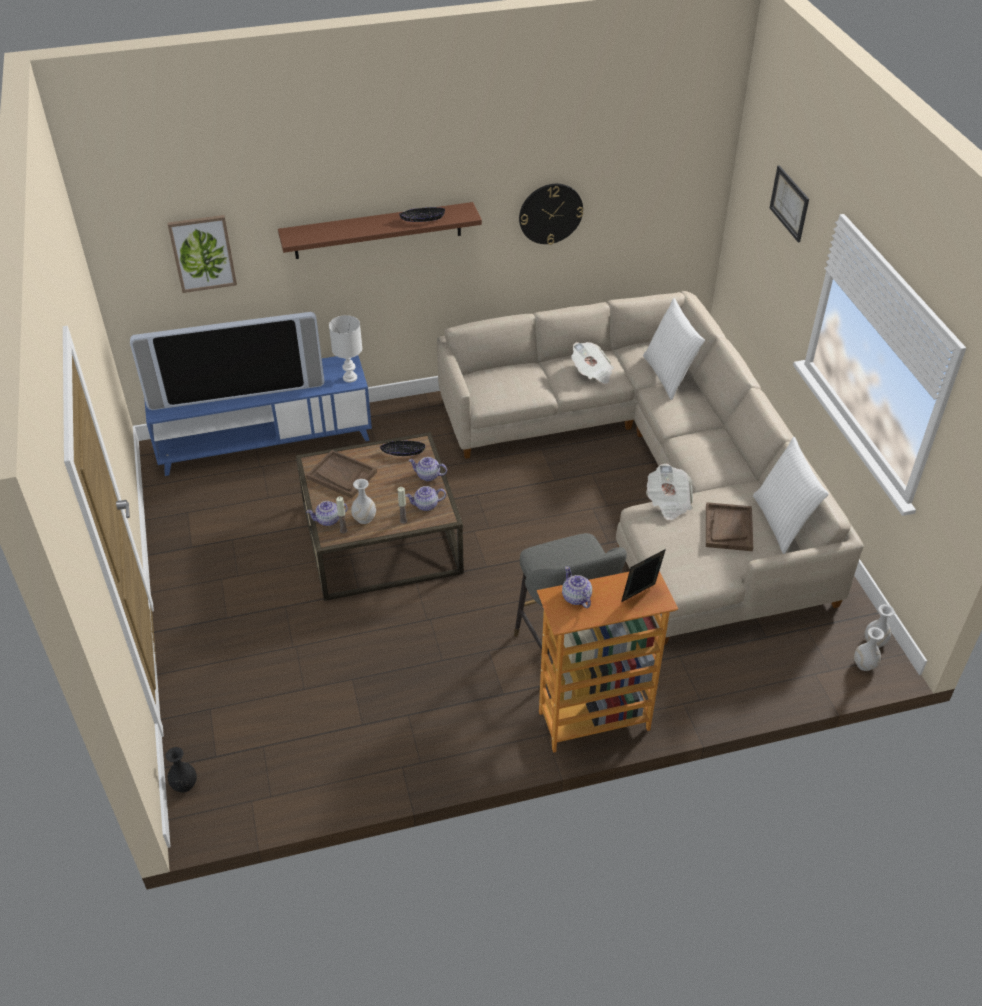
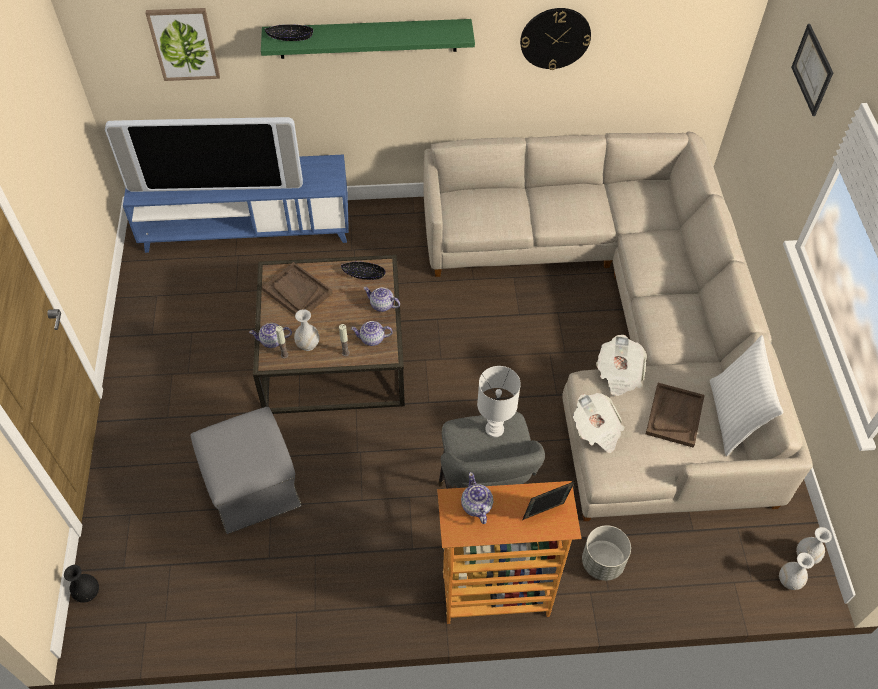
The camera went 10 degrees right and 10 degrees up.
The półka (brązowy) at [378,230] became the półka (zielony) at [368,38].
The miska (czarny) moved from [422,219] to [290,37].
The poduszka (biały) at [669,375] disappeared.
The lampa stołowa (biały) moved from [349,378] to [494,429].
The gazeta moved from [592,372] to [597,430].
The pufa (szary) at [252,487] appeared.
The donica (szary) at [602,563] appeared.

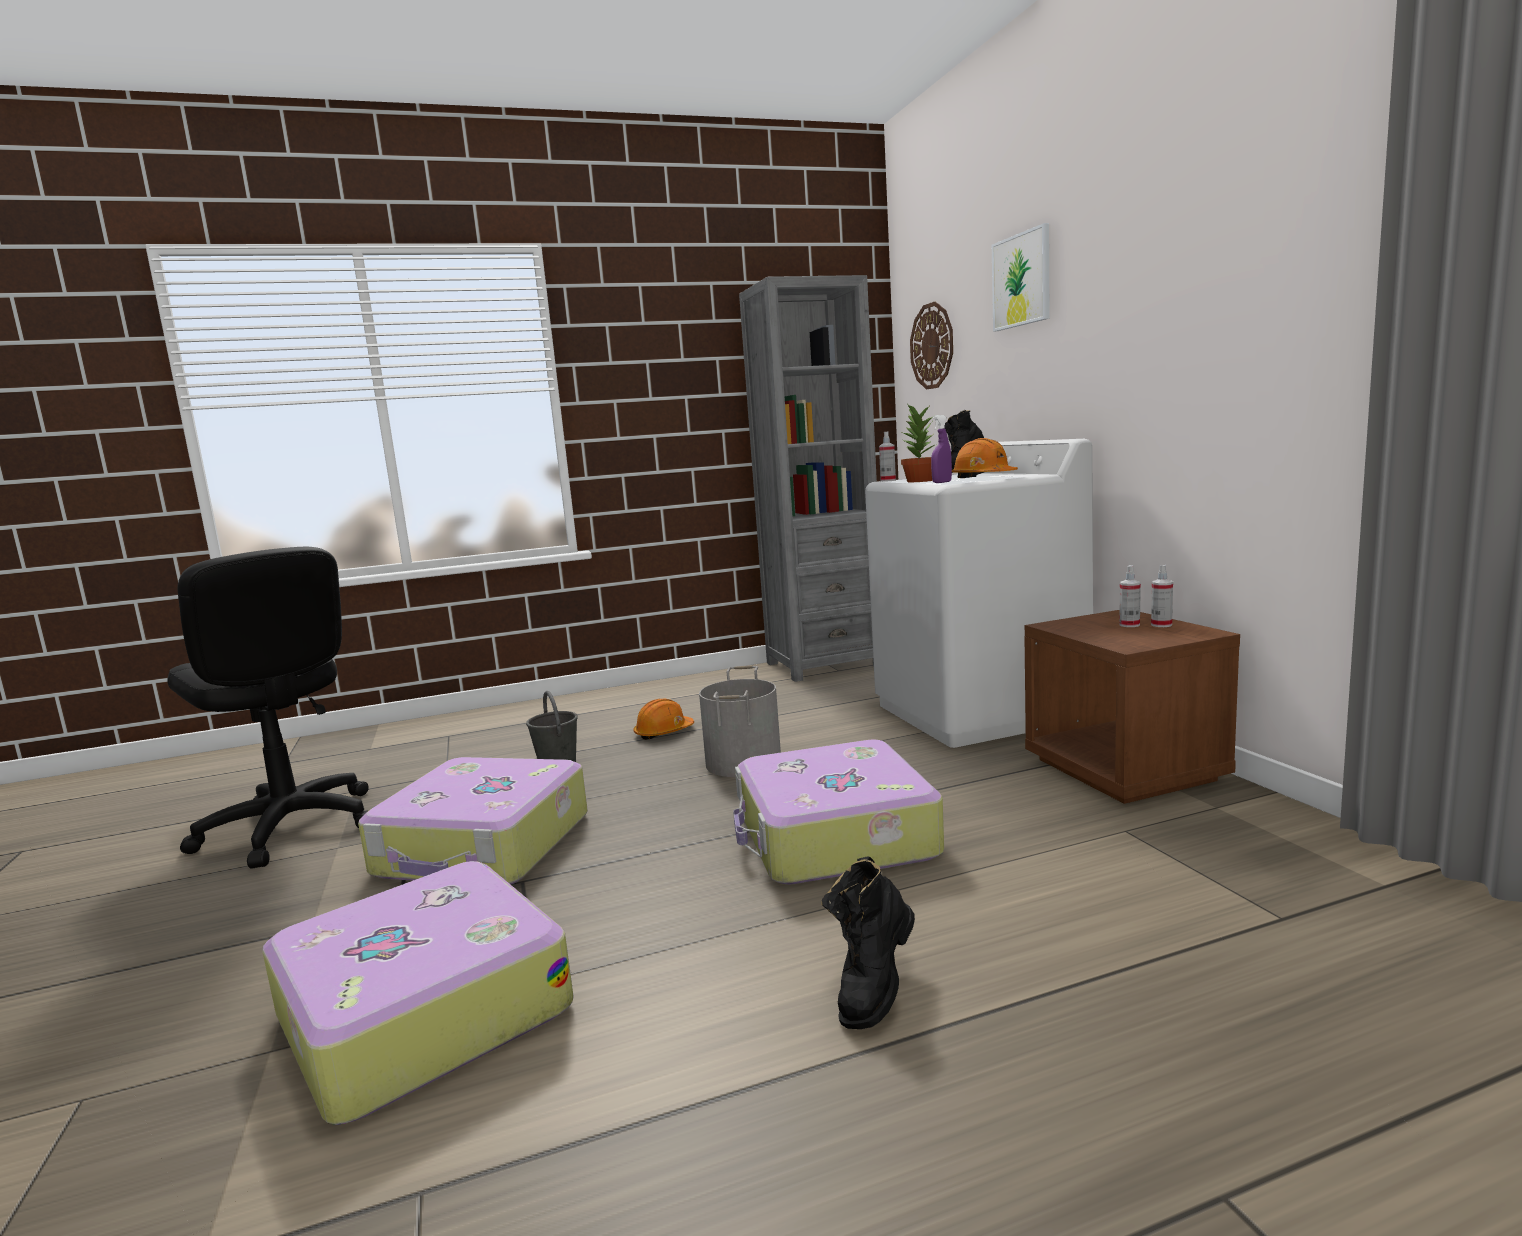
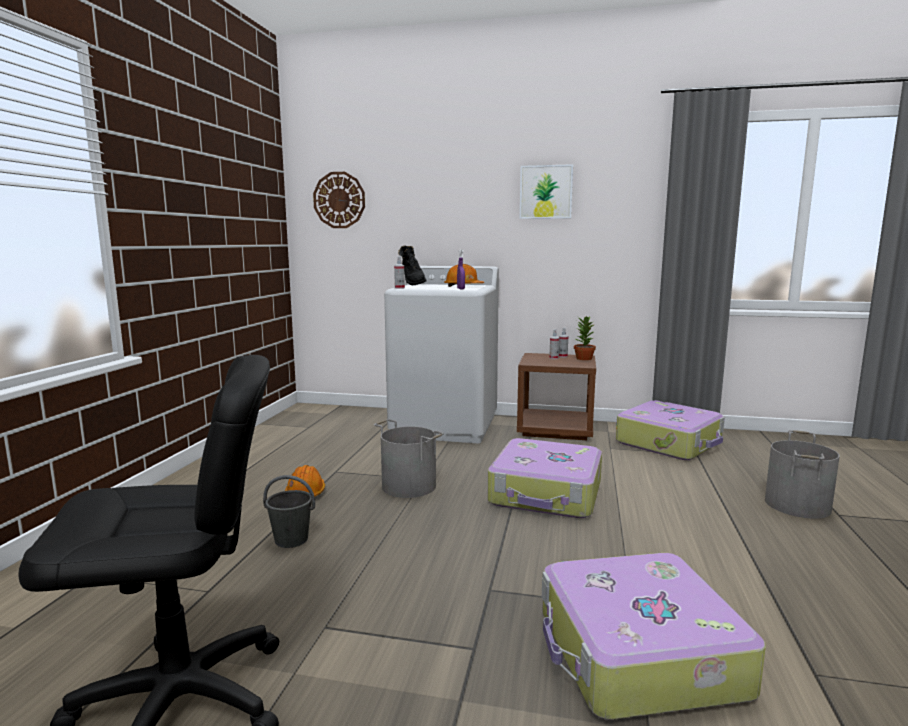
The camera went 60 degrees left and 0 degrees up.
The obraz moved from [1021,280] to [546,192].
The regał (szary) at [824,664] disappeared.
The roślina doniczkowa moved from [919,481] to [583,358].
The walizka moved from [484,846] to [669,442].
The but z cholewką (czarny) at [874,988] disappeared.
The wiadro (szary) at [798,505] appeared.

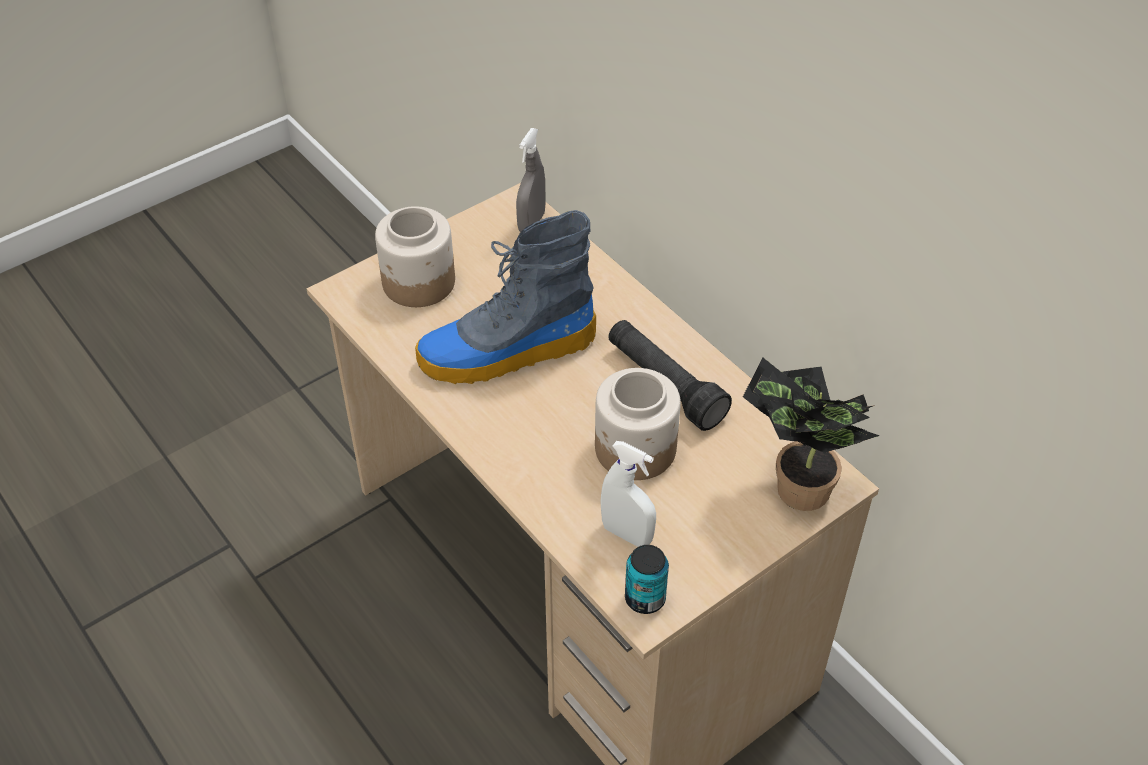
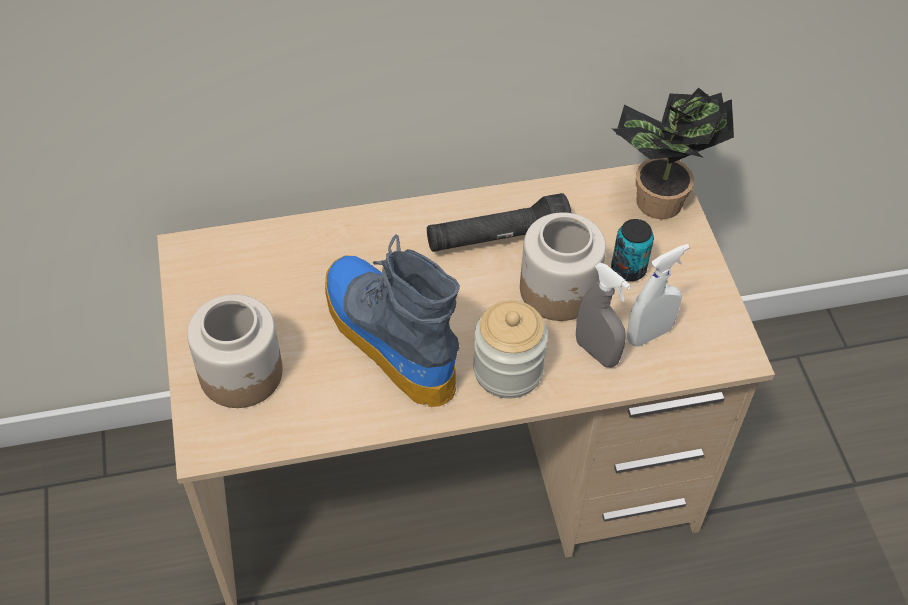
The camera went 65 degrees left and 5 degrees up.
The spryskiwacz (szary) moved from [531,223] to [596,352].
The but z cholewką at [506,353] turned 135 degrees clockwise.
The puszka moved from [645,598] to [628,269].
The słoik at [508,370] appeared.

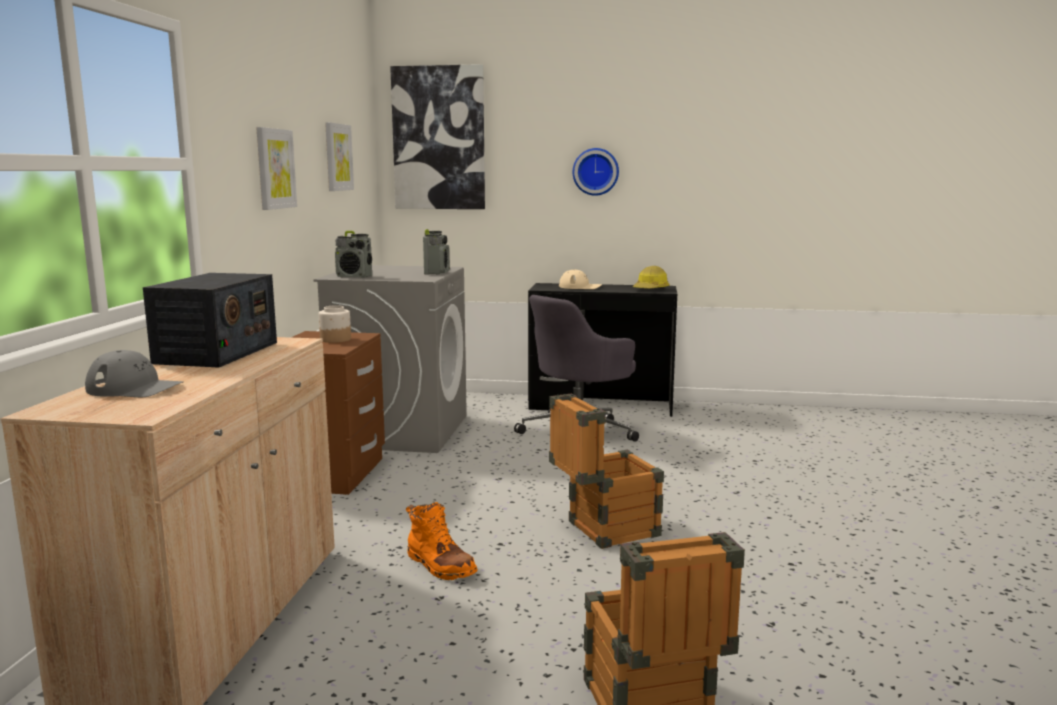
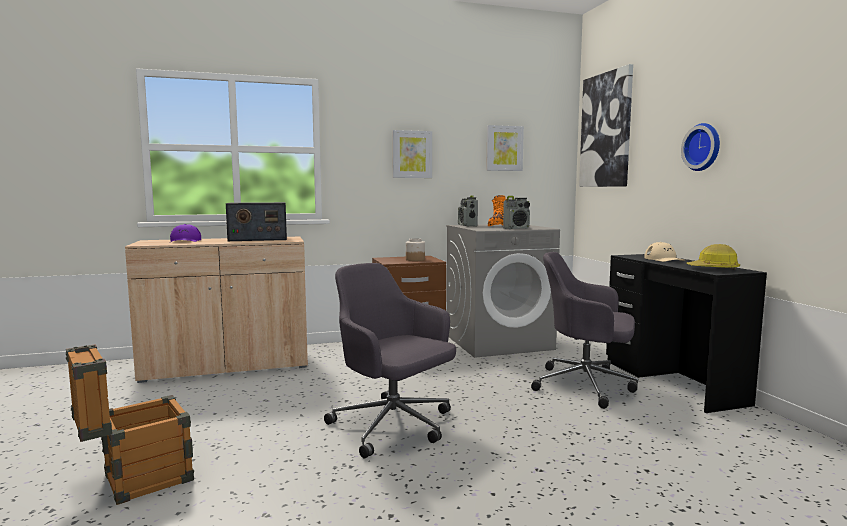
The camera went 65 degrees right and 5 degrees down.
The czapka z daszkiem (szary) at [135,388] became the czapka z daszkiem (fioletowy) at [185,241].
The skrzynka at [603,530] was replaced by the krzesło biurowe (szary) at [393,426].
The but z cholewką (pomarańczowy) moved from [440,566] to [498,226].

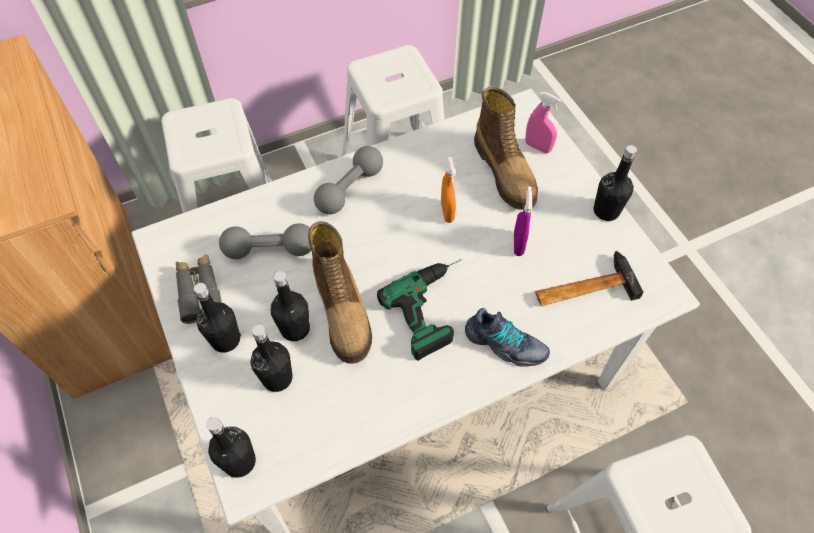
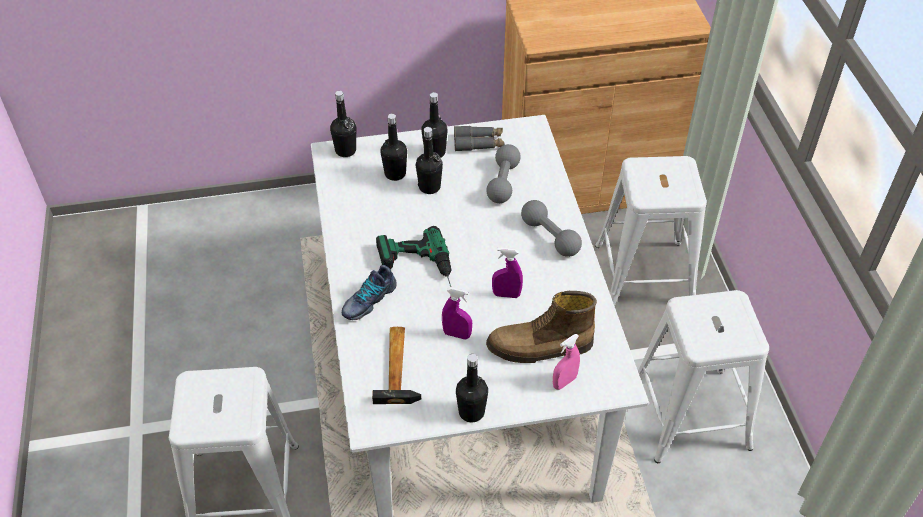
The camera went 105 degrees right and 10 degrees down.
The spryskiwacz (pomarańczowy) at [447,212] became the spryskiwacz (fioletowy) at [506,294].
The but z cholewką at [343,311] disappeared.

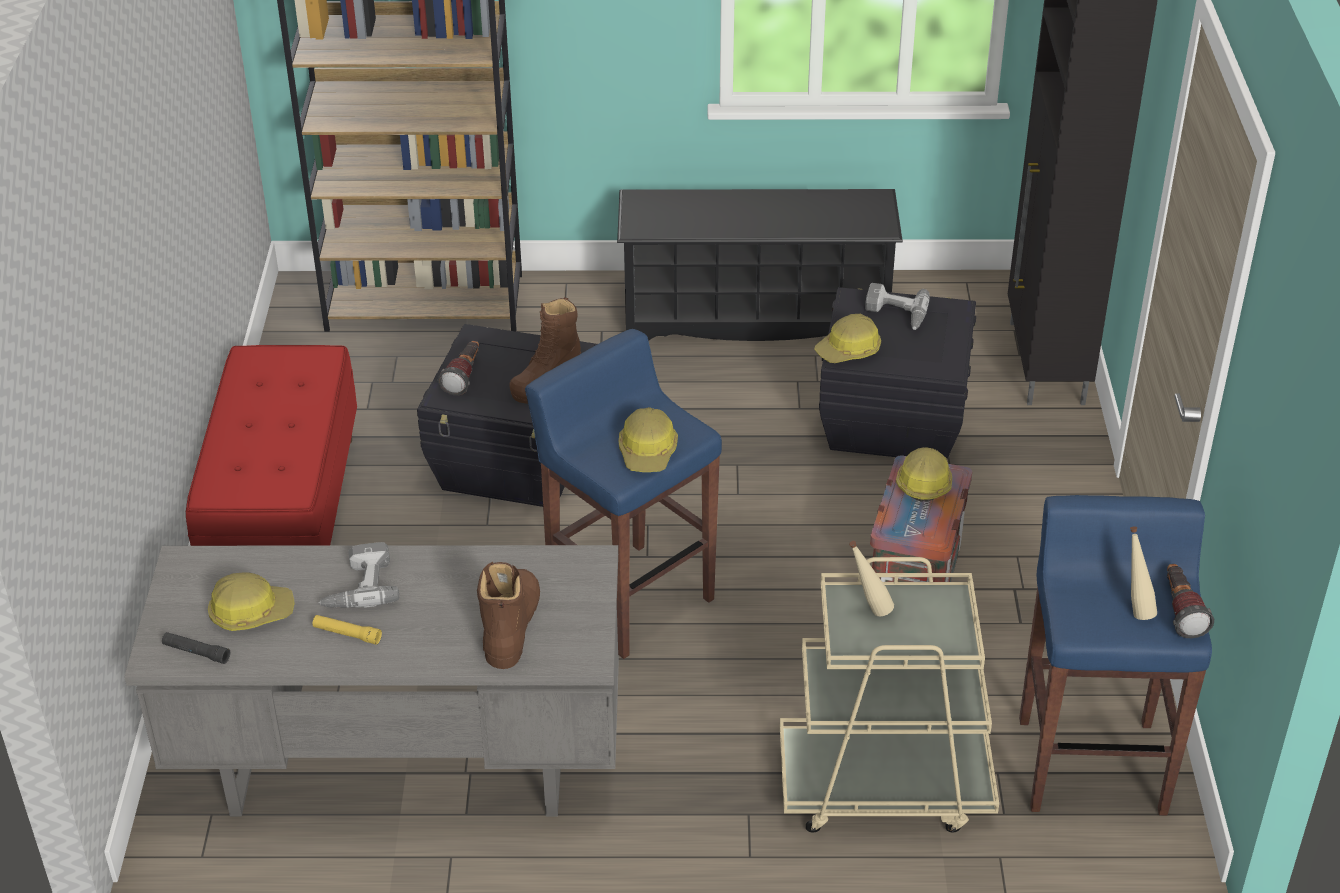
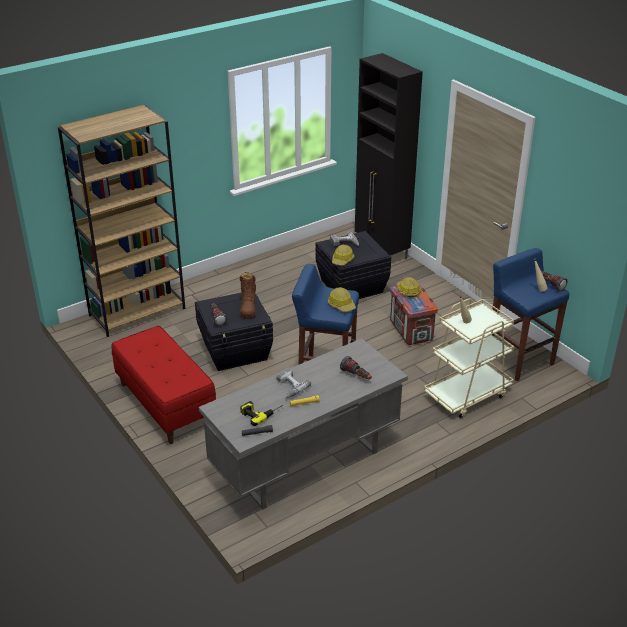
The camera went 35 degrees left and 5 degrees down.
The regał na buty (czarny) at [756,316] disappeared.
The but z cholewką (brązowy) at [511,625] was replaced by the latarka at [356,376].
The kask at [251,612] was replaced by the wiertarka at [260,412].

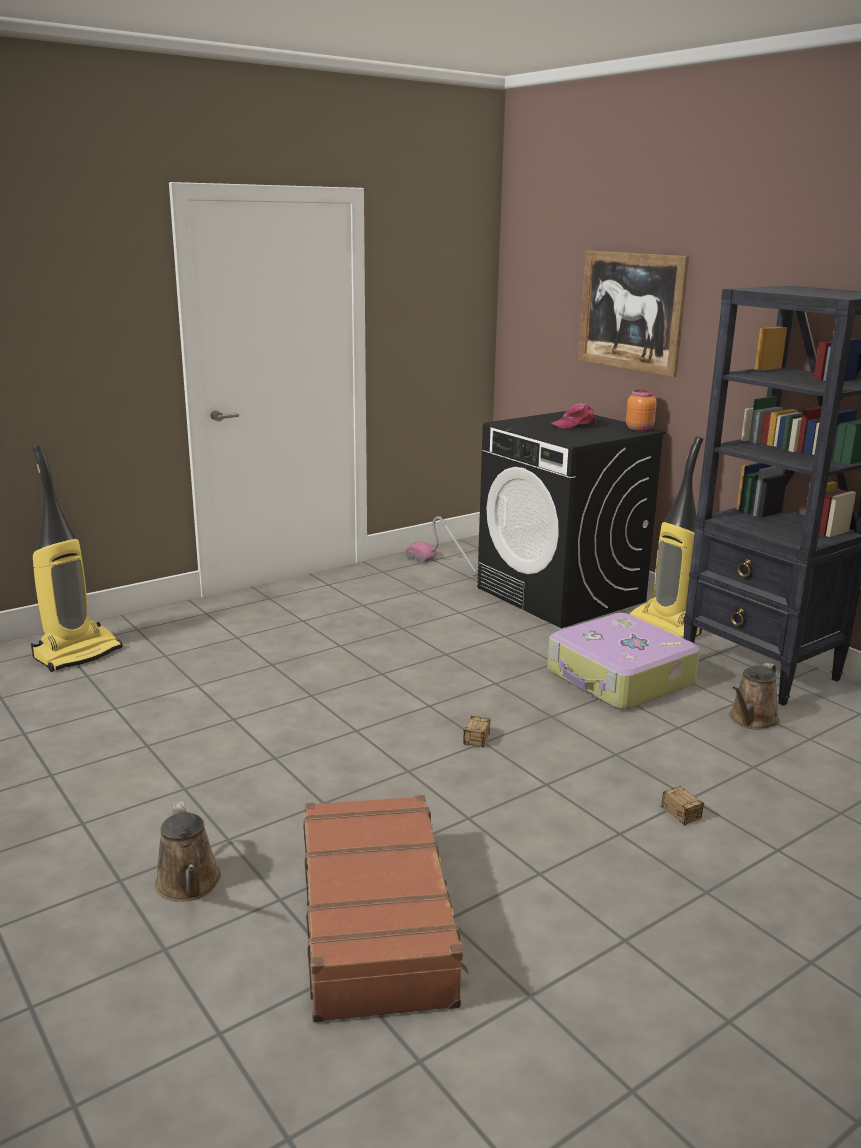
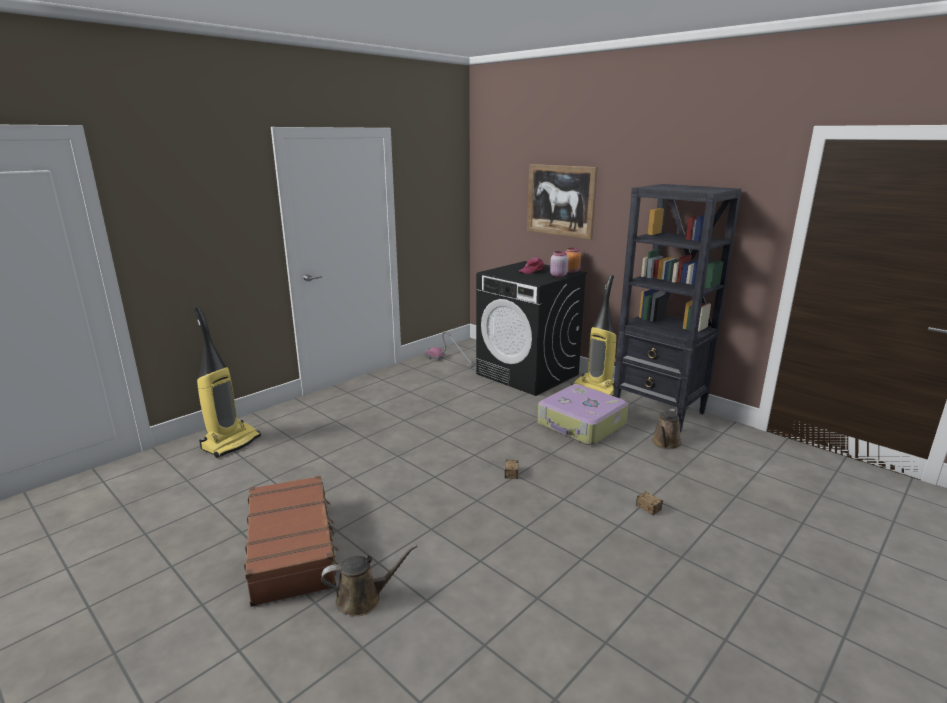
The camera went 10 degrees left and 0 degrees up.
The walizka (brązowy) moved from [377,922] to [293,548].
The konewka (brązowy) at [189,885] turned 75 degrees counterclockwise.
The słoik (różowy) at [558,275] appeared.

